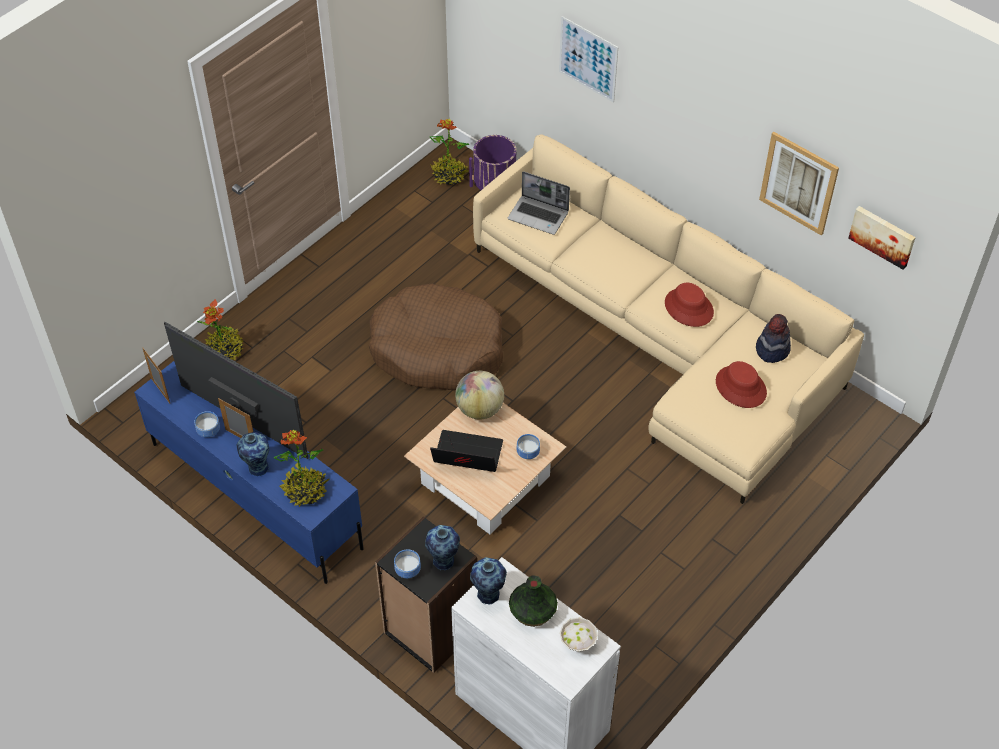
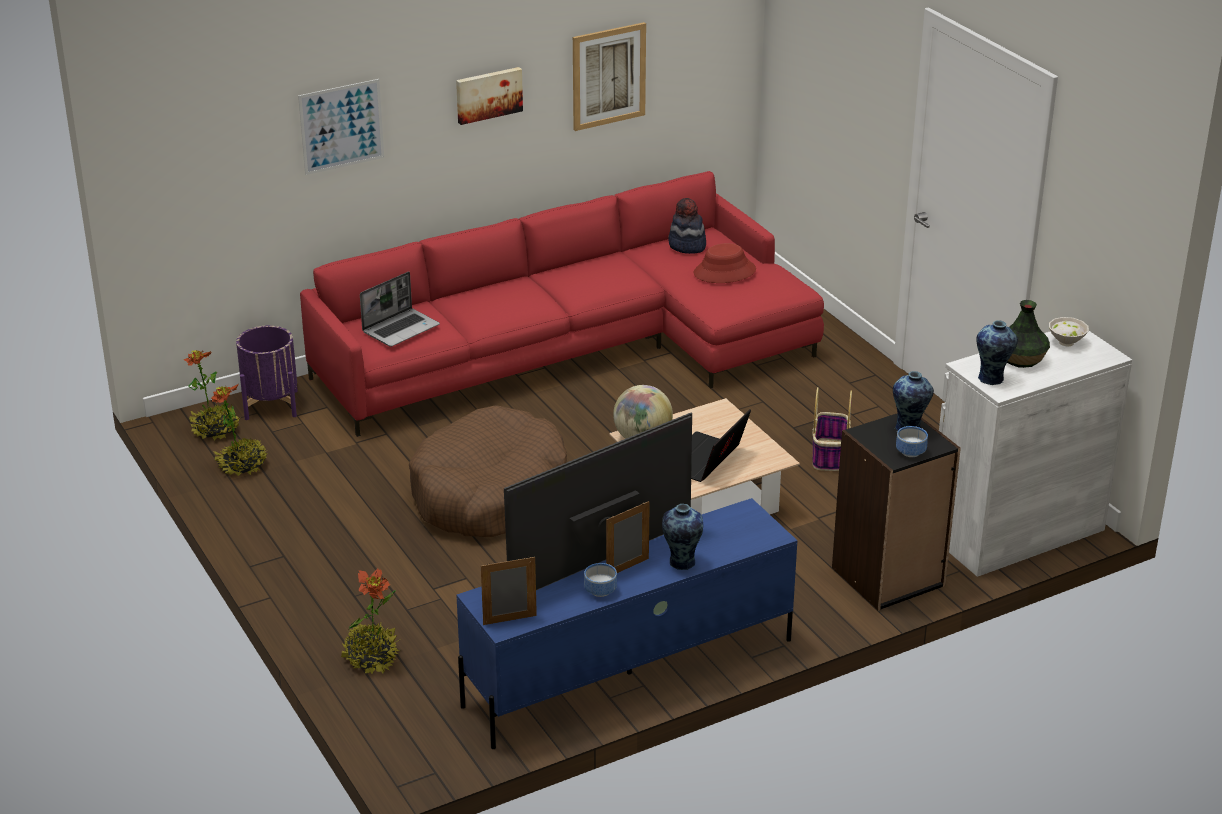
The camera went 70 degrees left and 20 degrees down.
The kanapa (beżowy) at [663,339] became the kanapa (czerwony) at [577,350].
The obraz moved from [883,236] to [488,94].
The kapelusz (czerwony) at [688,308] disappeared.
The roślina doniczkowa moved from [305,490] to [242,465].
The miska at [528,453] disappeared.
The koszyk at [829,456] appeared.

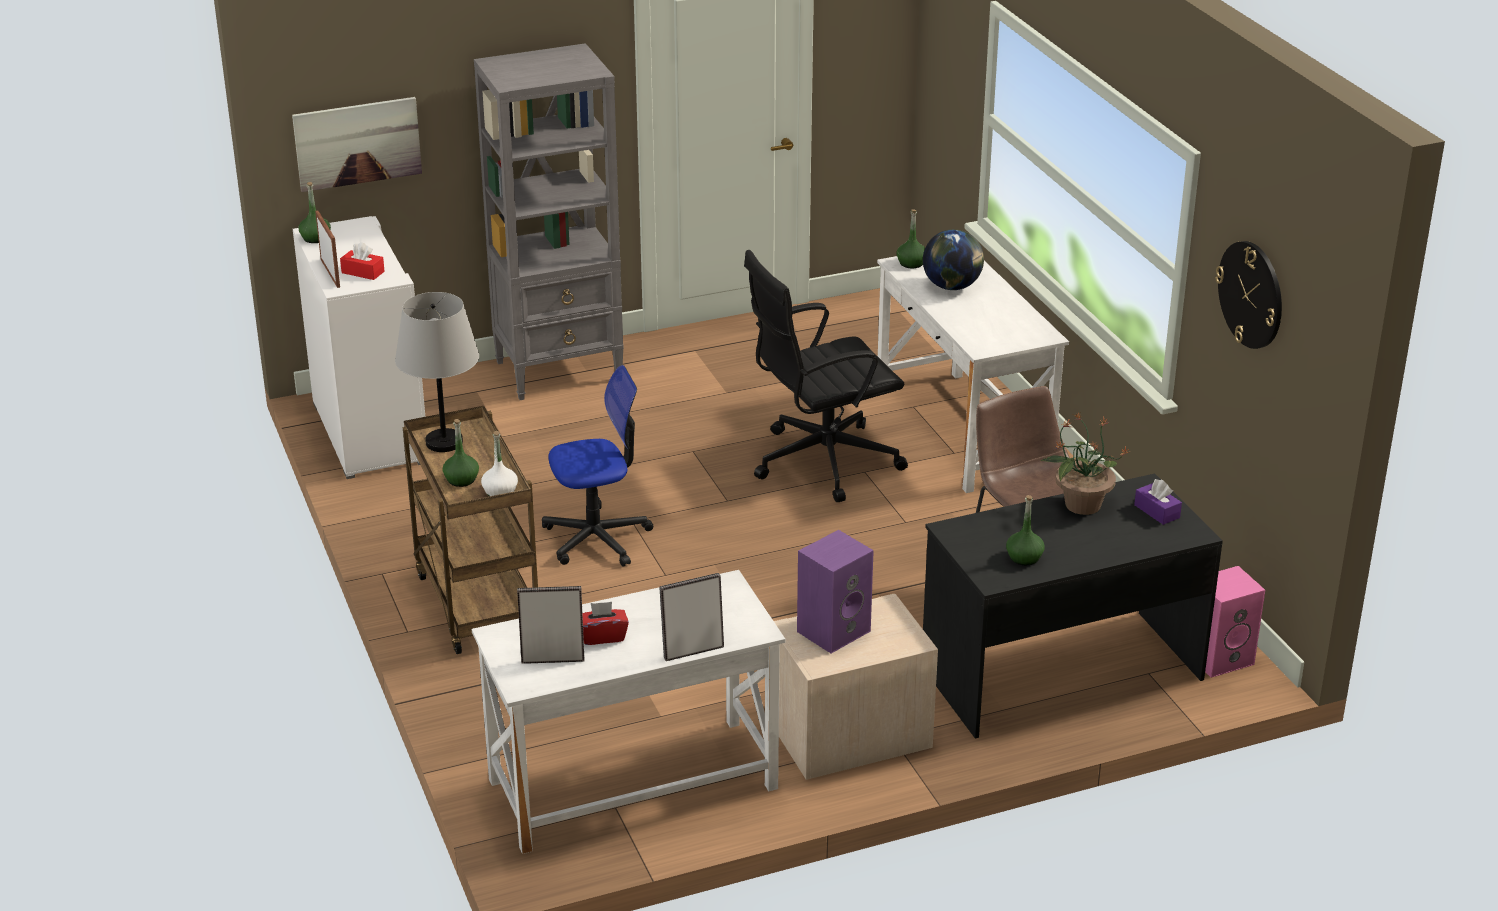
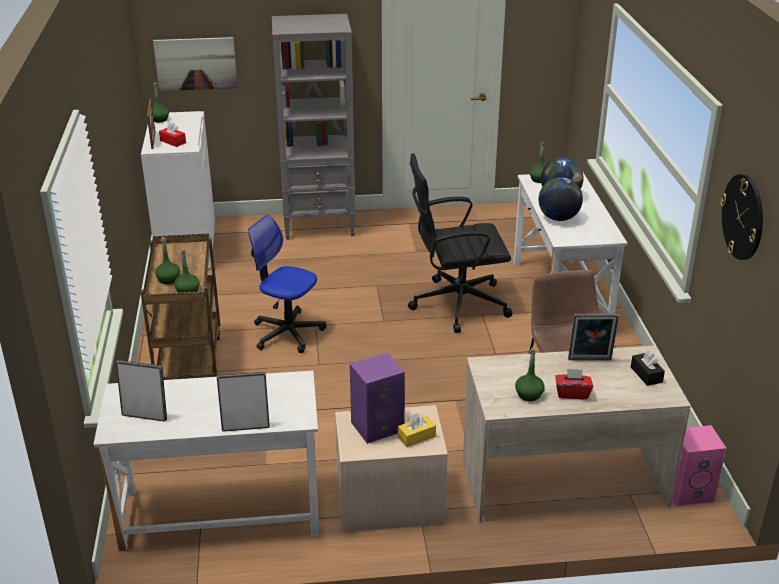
The camera went 15 degrees right and 0 degrees up.
The lampa stołowa (szary) at [443,442] disappeared.
The krzesło biurowe at [597,538] turned 150 degrees counterclockwise.
The roślina doniczkowa at [1081,504] was replaced by the ramka na zdjęcie at [590,360].
The butelka (biały) at [500,492] became the butelka (zielony) at [188,291].
The biurko (czarny) at [1060,671] became the biurko (beżowy) at [563,481].
The pudełko chusteczek (fioletowy) at [1157,511] became the pudełko chusteczek (czarny) at [646,374].
The pudełko chusteczek (czerwony) moved from [602,636] to [572,393].
The globus at [558,218] appeared.
The pudełko chusteczek (żółty) at [416,437] appeared.

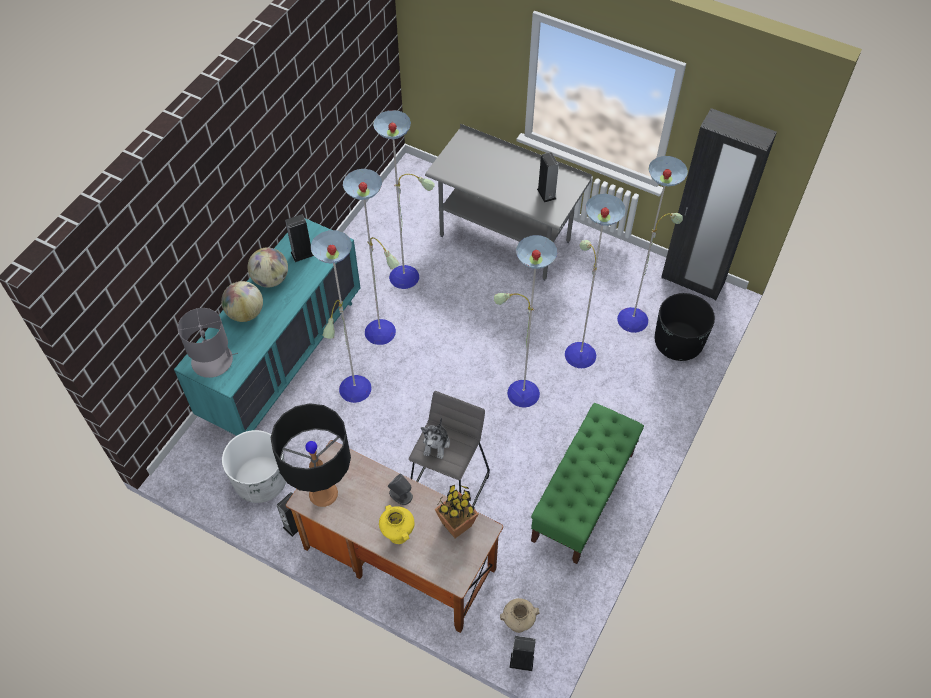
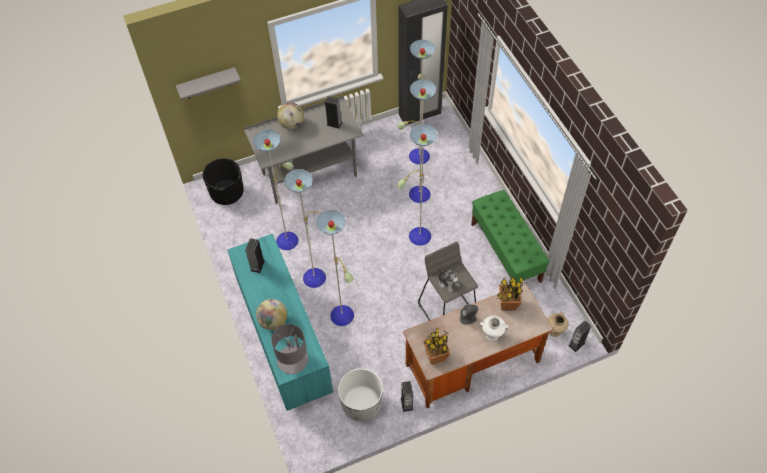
The camera went 50 degrees left and 0 degrees up.
The globus moved from [271,279] to [292,124].
The donica (czarny) moved from [678,343] to [227,193].
The lampa stołowa (czarny) at [323,493] was replaced by the roślina doniczkowa at [435,356].
The wazon (żółty) at [397,534] became the wazon (biały) at [491,335].
The półka (szary) at [207,83] appeared.

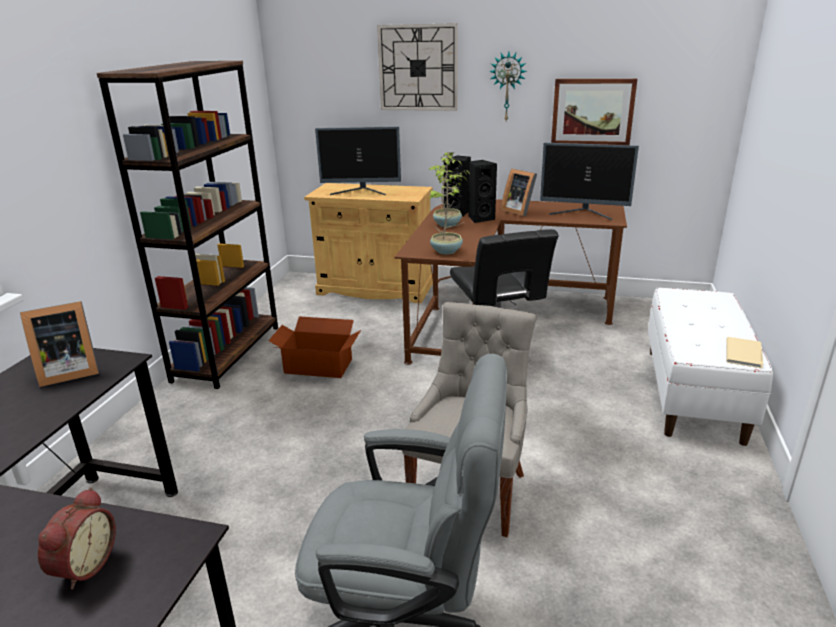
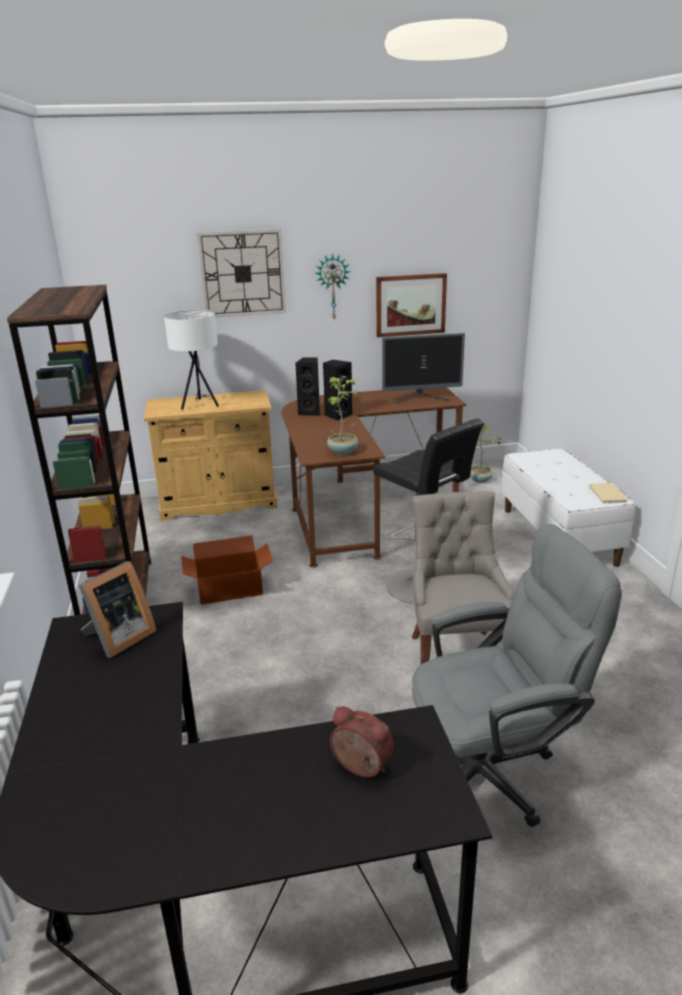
The camera went 25 degrees left and 0 degrees up.
The monitor at [361,192] was replaced by the lampa stołowa (biały) at [200,405].
The roślina doniczkowa moved from [447,225] to [480,480].
The ramka na zdjęcie at [519,211] disappeared.
The budzik at [83,566] turned 45 degrees counterclockwise.

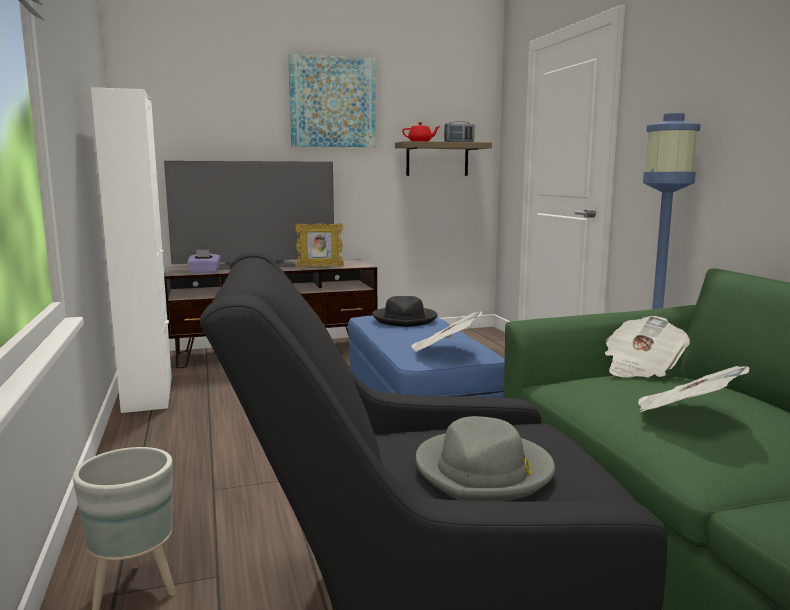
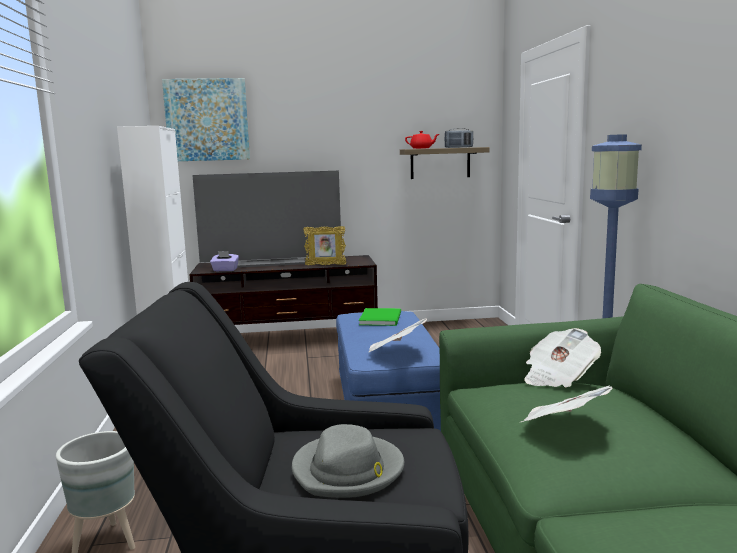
The camera went 10 degrees right and 0 degrees up.
The obraz moved from [332,102] to [207,120].
The kapelusz (czarny) at [405,319] was replaced by the książka (zielony) at [382,318].

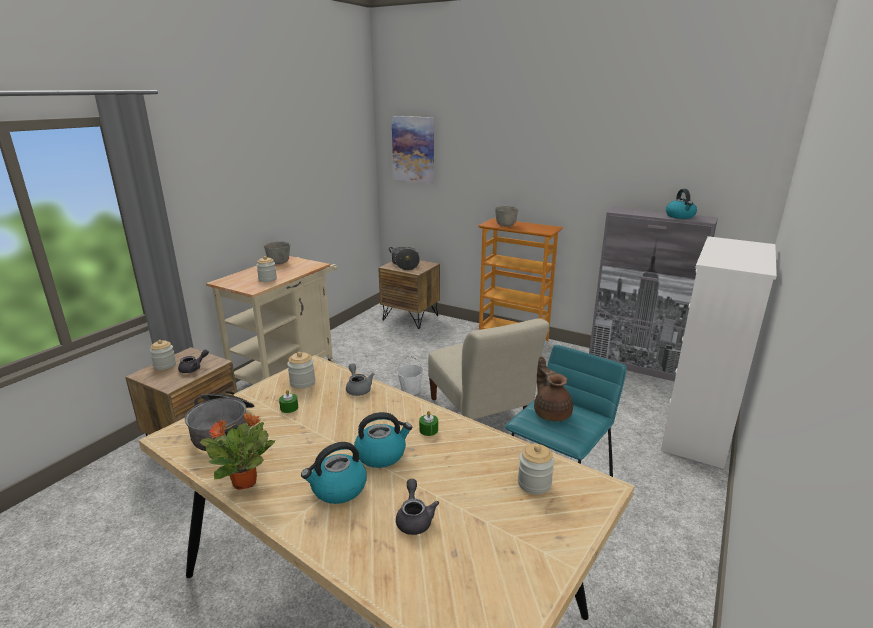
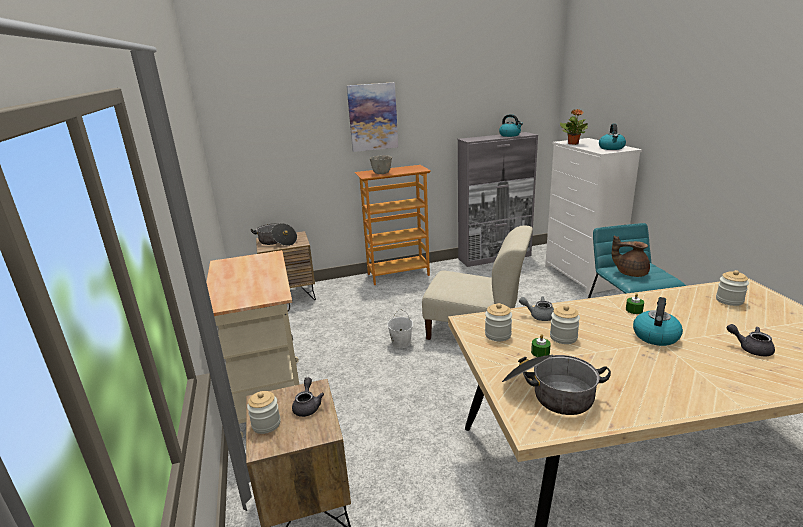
The camera went 45 degrees left and 0 degrees up.
The obraz moved from [413,149] to [372,117].
The miska (szary) at [278,262] disappeared.
The słoik moved from [267,279] to [563,337].
The roślina doniczkowa moved from [246,482] to [573,143].
The czajnik moved from [338,489] to [611,148].

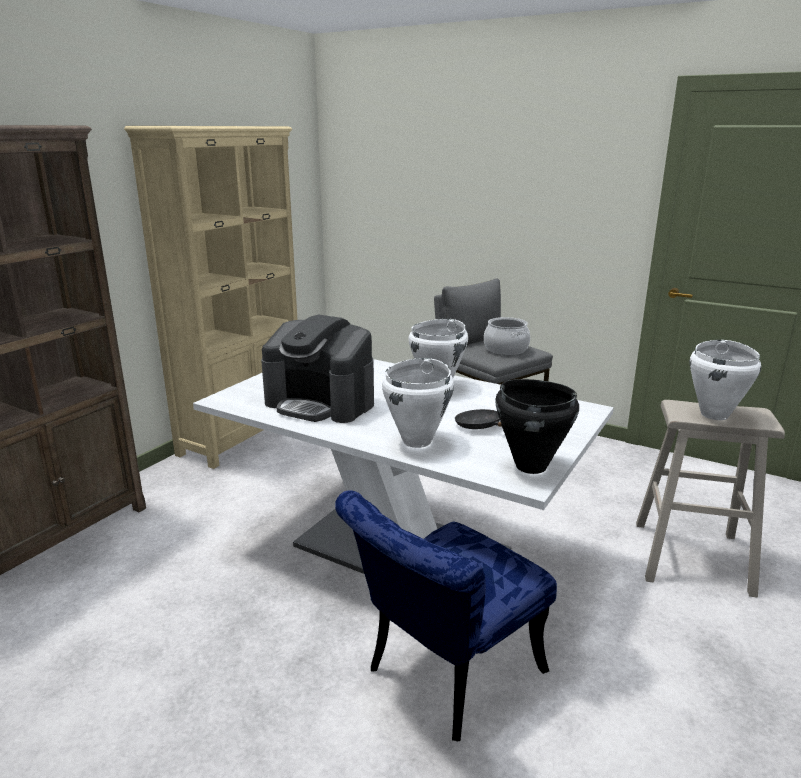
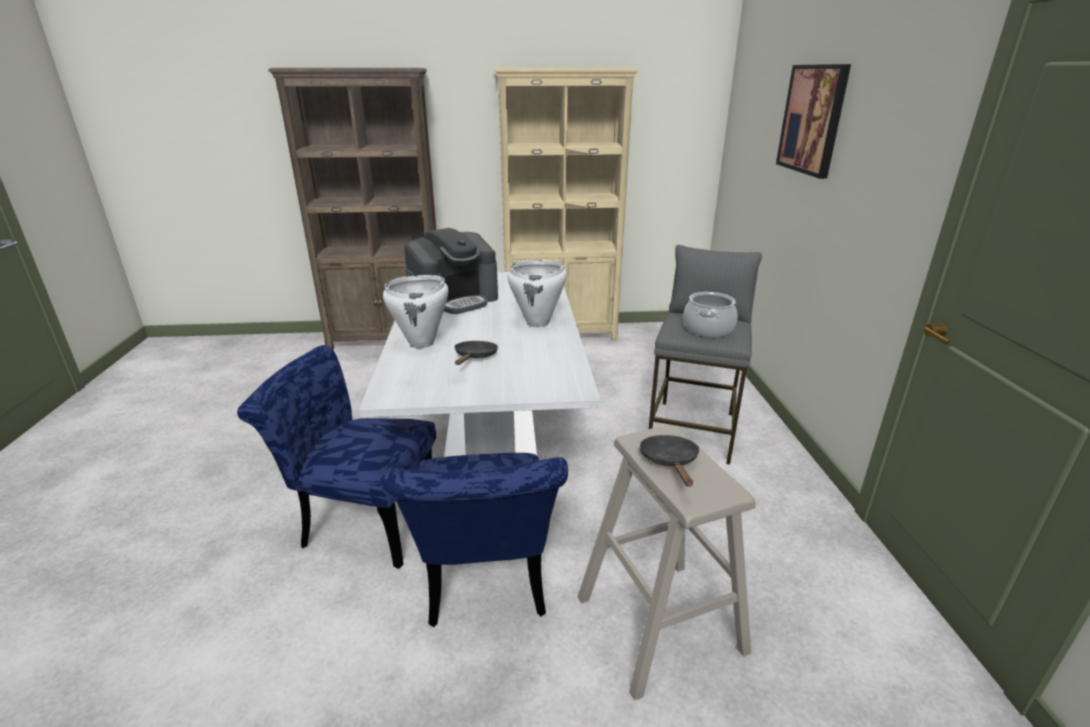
The camera went 55 degrees right and 5 degrees up.
The ekspres do kawy at [321,403] turned 120 degrees counterclockwise.
The garnek (biały) at [715,415] was replaced by the patelnia (czarny) at [670,462].
The garnek (czarny) at [530,466] disappeared.
The obraz at [812,119] appeared.
The krzesło (niebieski) at [485,585] appeared.

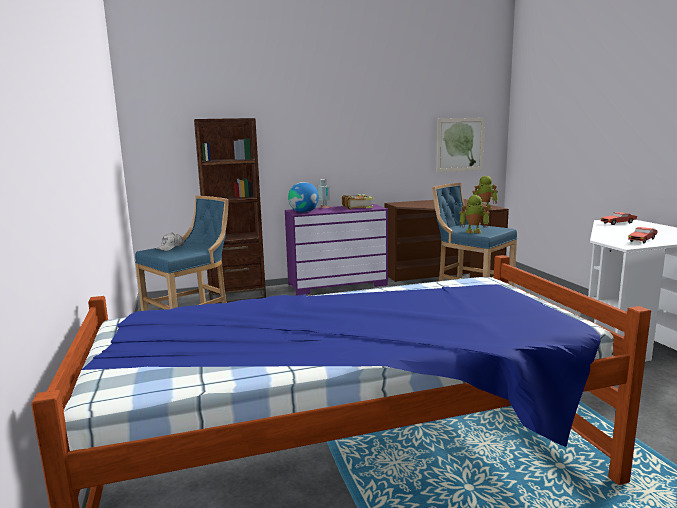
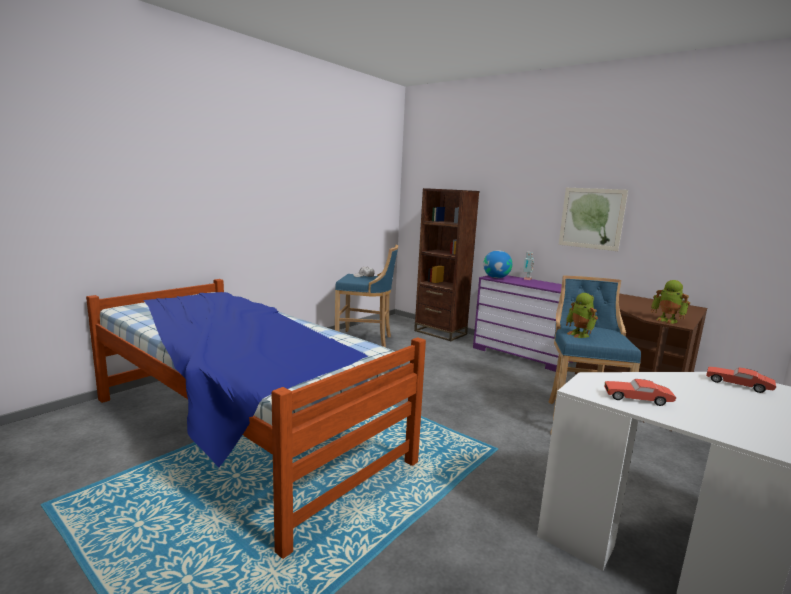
The camera went 55 degrees right and 0 degrees up.
The obraz moved from [460,144] to [591,218].
The książka at [357,207] disappeared.

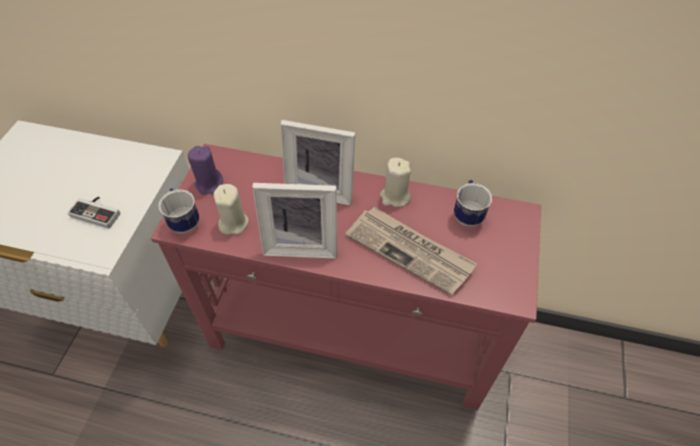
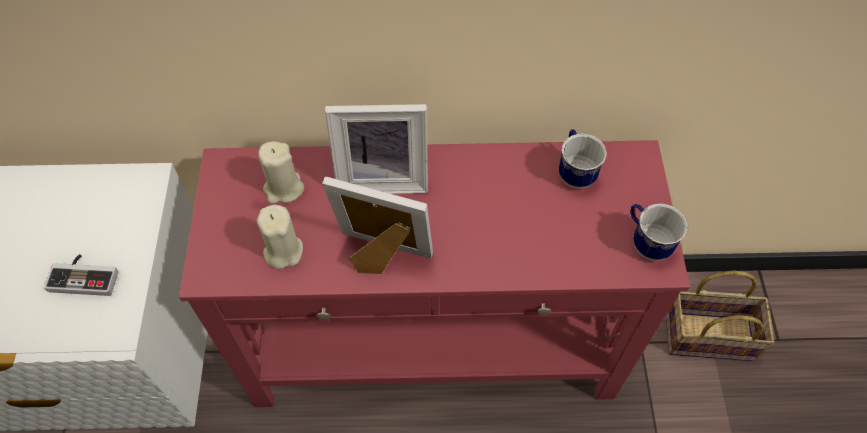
The camera went 15 degrees left and 5 degrees up.
The świeca (fioletowy) at [209,184] disappeared.
The świeca (beżowy) moved from [395,196] to [283,188].
The ramka na zdjęcie at [301,243] turned 150 degrees counterclockwise.
The kubek moved from [183,221] to [646,242].
The gazeta at [410,251] disappeared.
The koszyk at [711,335] appeared.

